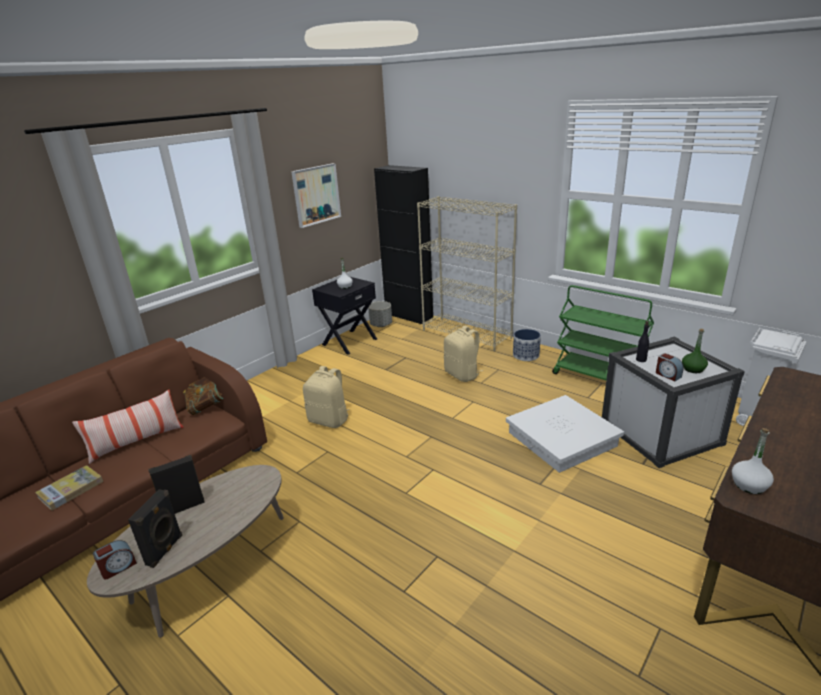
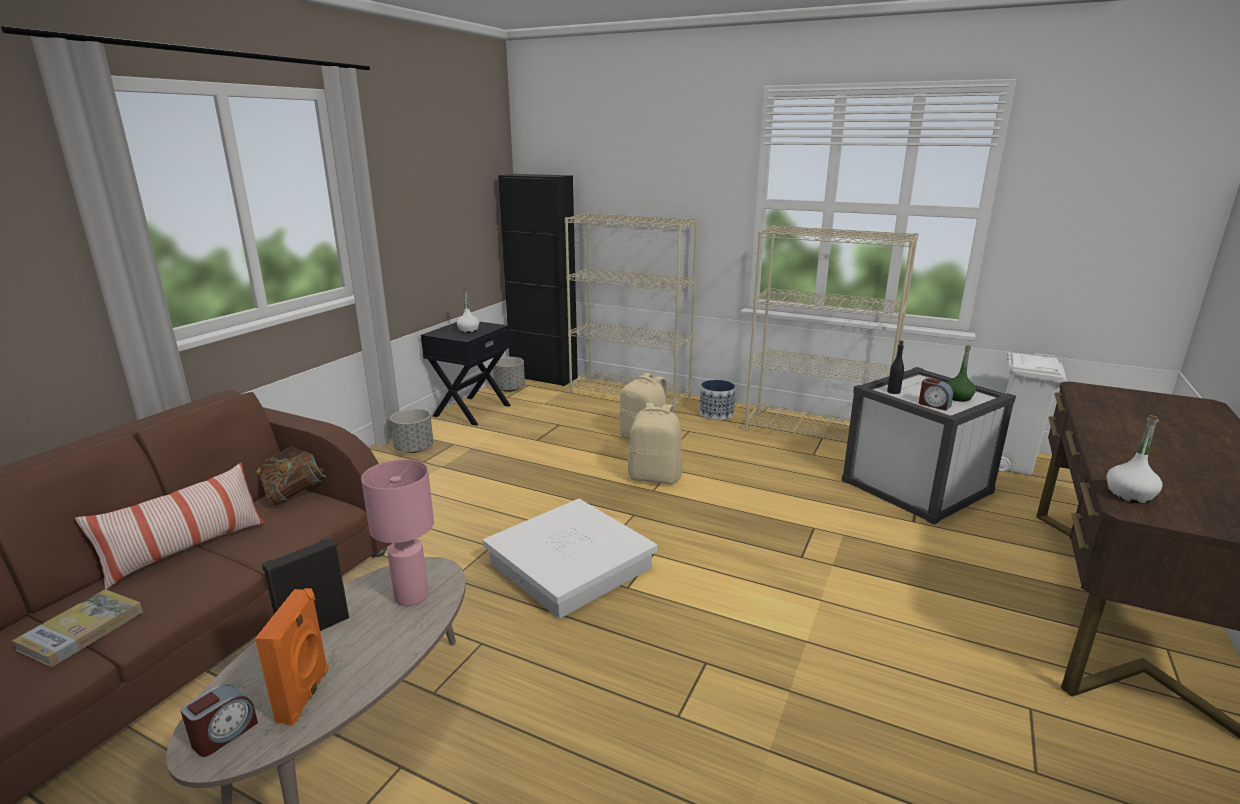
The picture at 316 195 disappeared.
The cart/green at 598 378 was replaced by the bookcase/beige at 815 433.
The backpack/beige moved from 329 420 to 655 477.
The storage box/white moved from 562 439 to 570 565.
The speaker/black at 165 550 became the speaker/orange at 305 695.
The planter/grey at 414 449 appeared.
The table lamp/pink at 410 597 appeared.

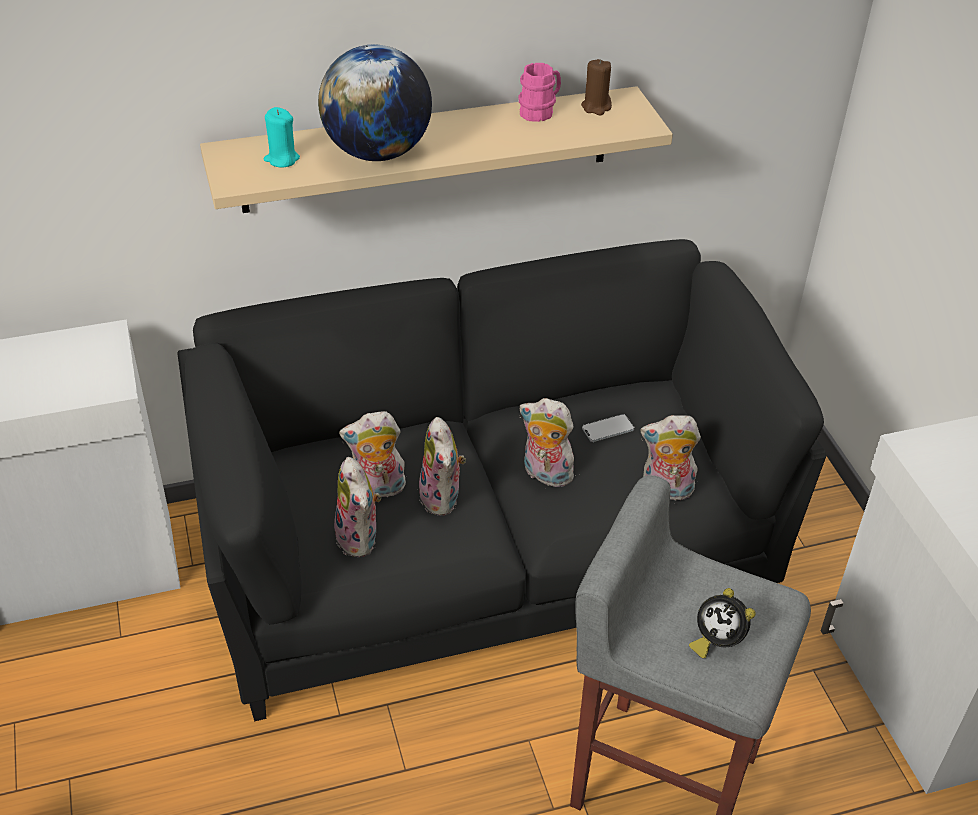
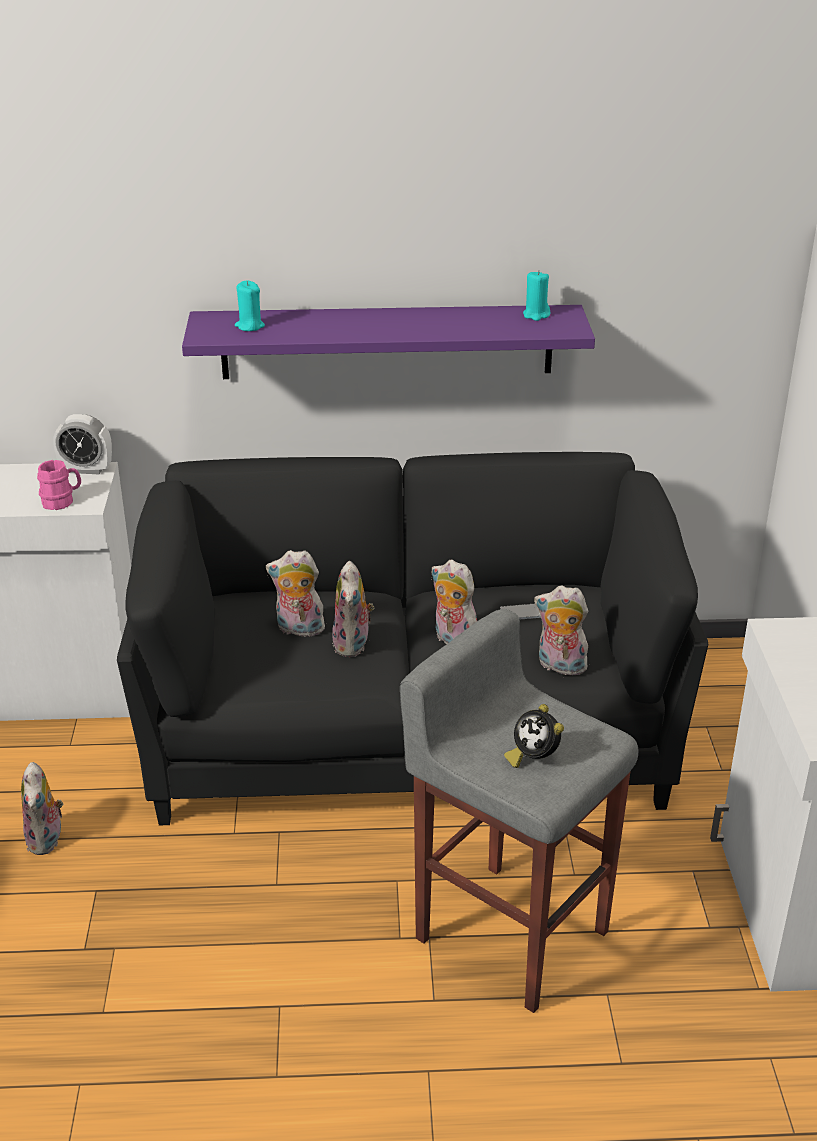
The globe at 377 152 disappeared.
The candle/brown at 596 107 became the candle/turquoise at 536 315.
The mug/pink moved from 540 111 to 62 501.
The shelf/beige at 427 150 became the shelf/purple at 387 341.
The plush toy moved from 360 539 to 47 840.
The alarm clock at 86 469 appeared.

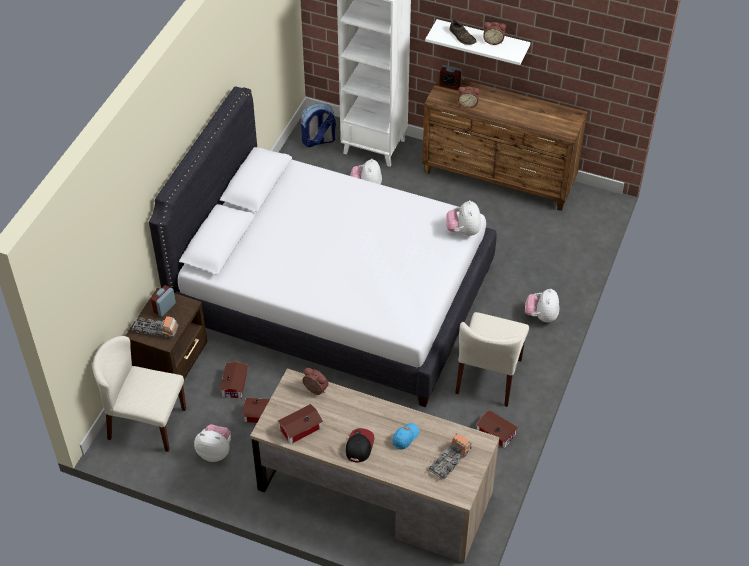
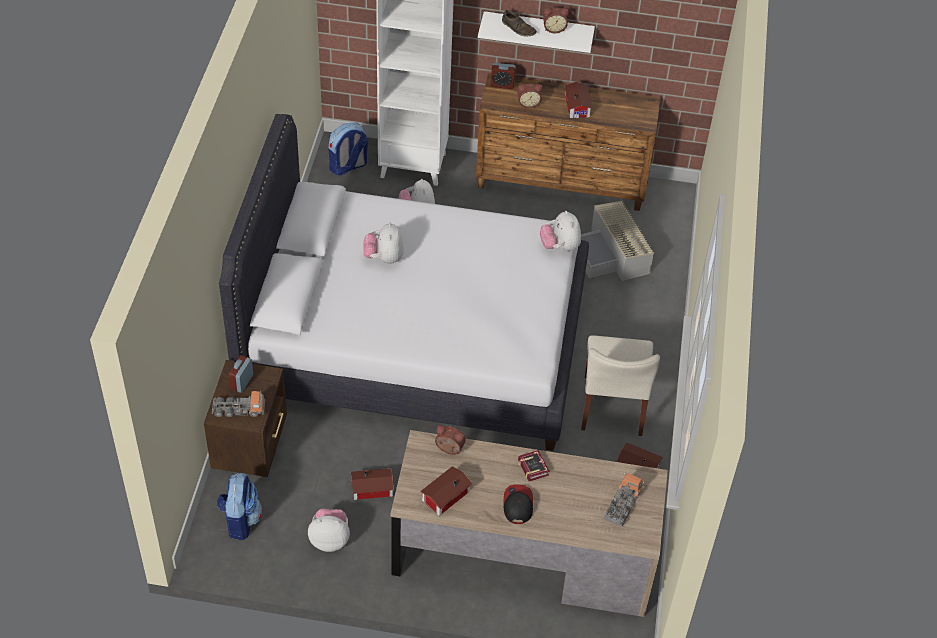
The plush toy moved from 541 316 to 384 258.
The chair/beige at 146 423 was replaced by the backpack at 240 520.
The toy house moved from 236 383 to 578 105.
The cap/blue at 405 437 disappeared.
The storage box/grey at 612 254 appeared.
The book at 533 466 appeared.

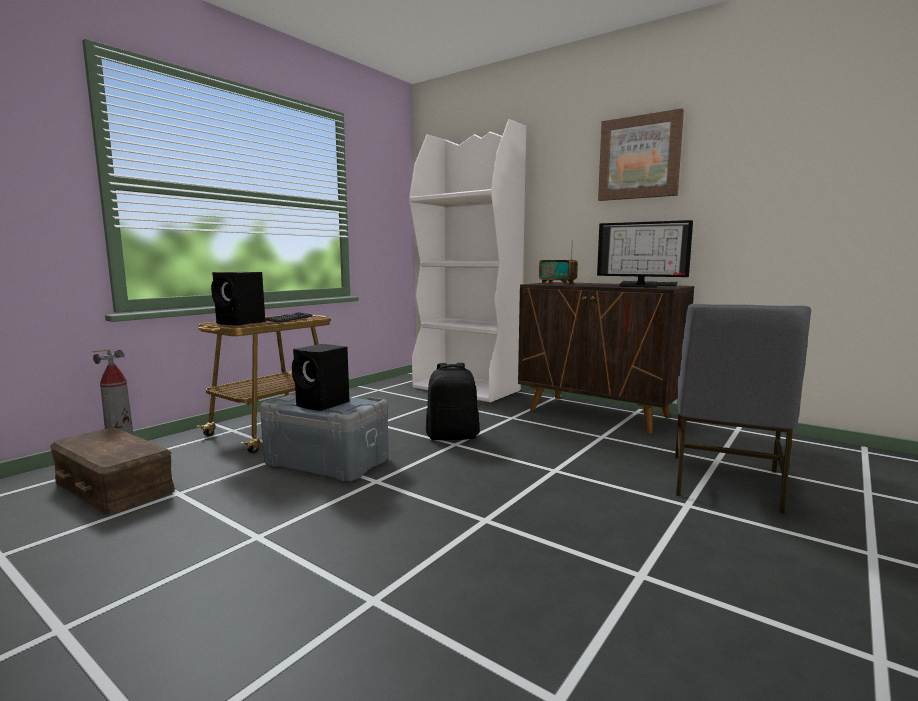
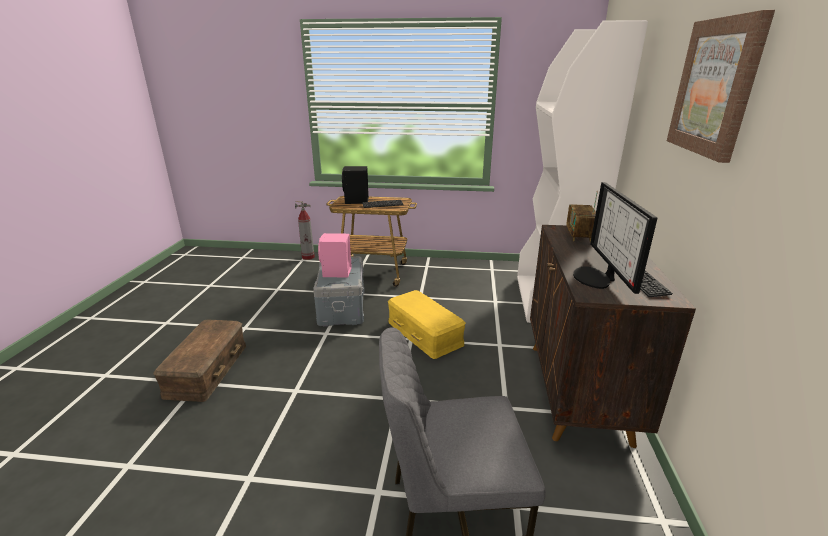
The speaker/black at 323 404 became the speaker/pink at 336 273.
The backpack/black at 452 436 was replaced by the storage box/yellow at 425 333.
The storage box/brown moved from 112 486 to 206 369.

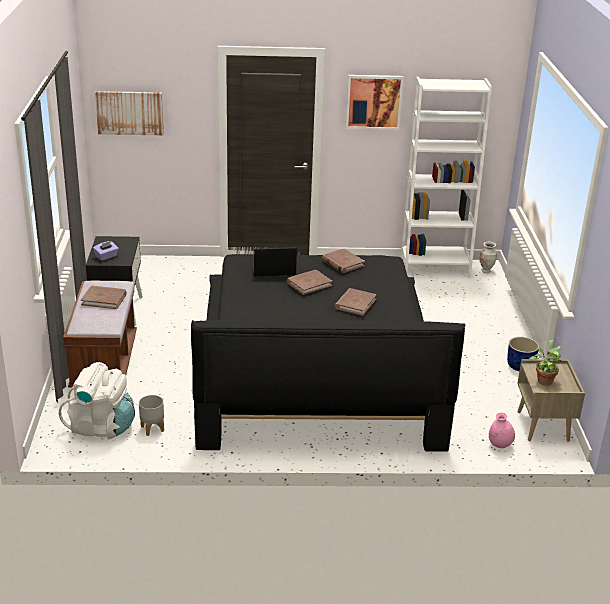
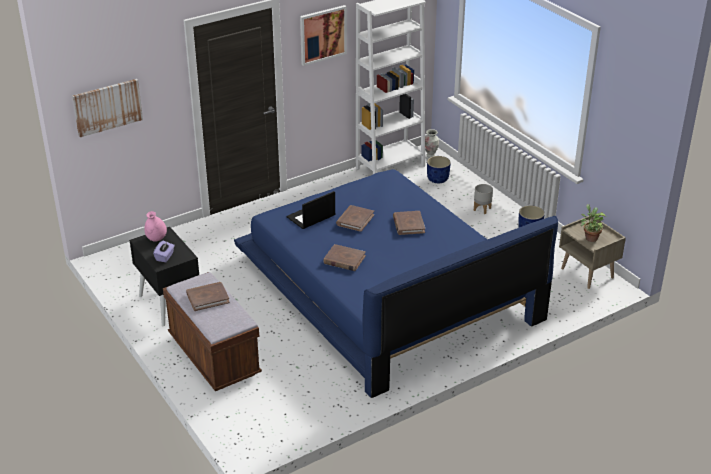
The book/brown moved from 342 263 to 344 260.
The bed/black at 316 366 became the bed/blue at 387 289.
The backpack/white at 101 426 disappeared.
The planter/grey moved from 152 429 to 482 209.
The vase/pink moved from 499 445 to 156 239.
The planter/blue at 438 179 appeared.

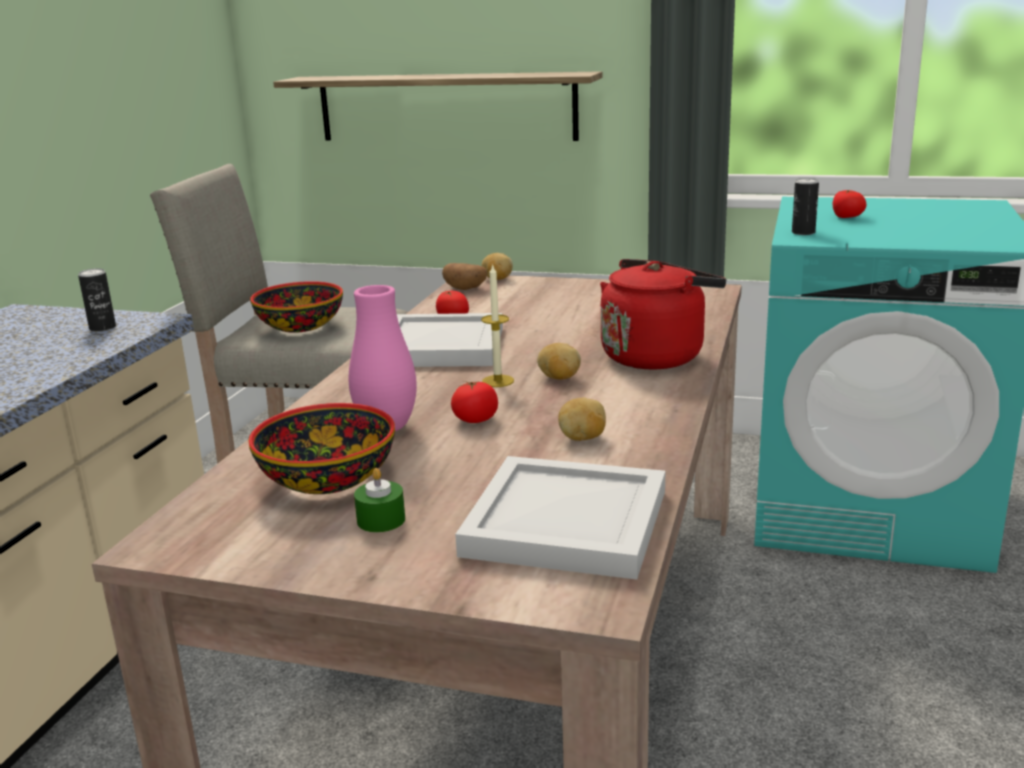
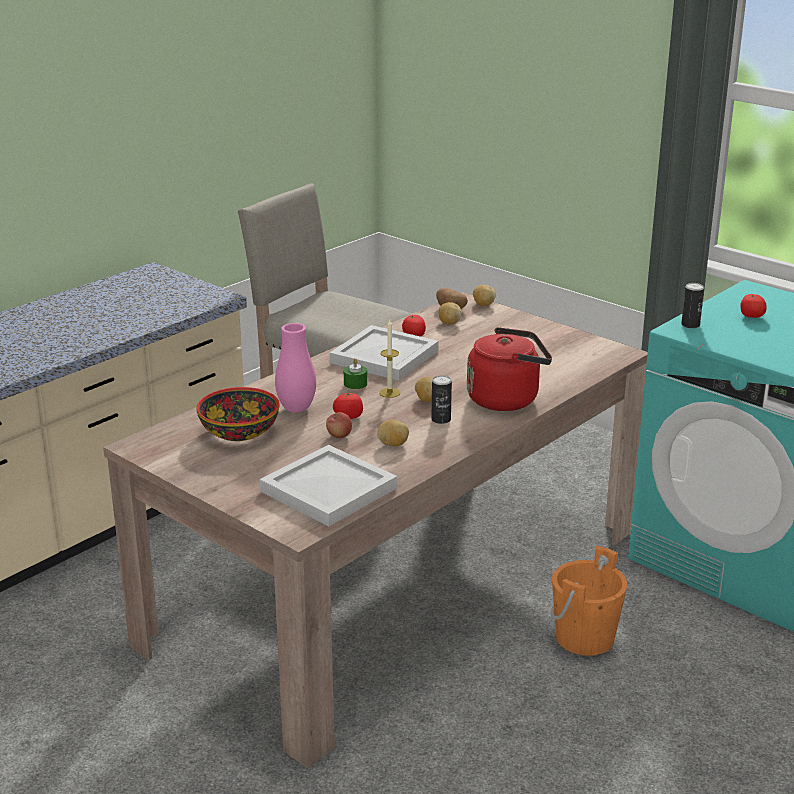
The shelf at 445 107 disappeared.
The can moved from 102 328 to 441 419.
The bowl at 300 325 disappeared.
The candle/green moved from 381 520 to 355 384.
The potato at 449 323 appeared.
The apple at 339 436 appeared.
The bucket/orange at 584 637 appeared.

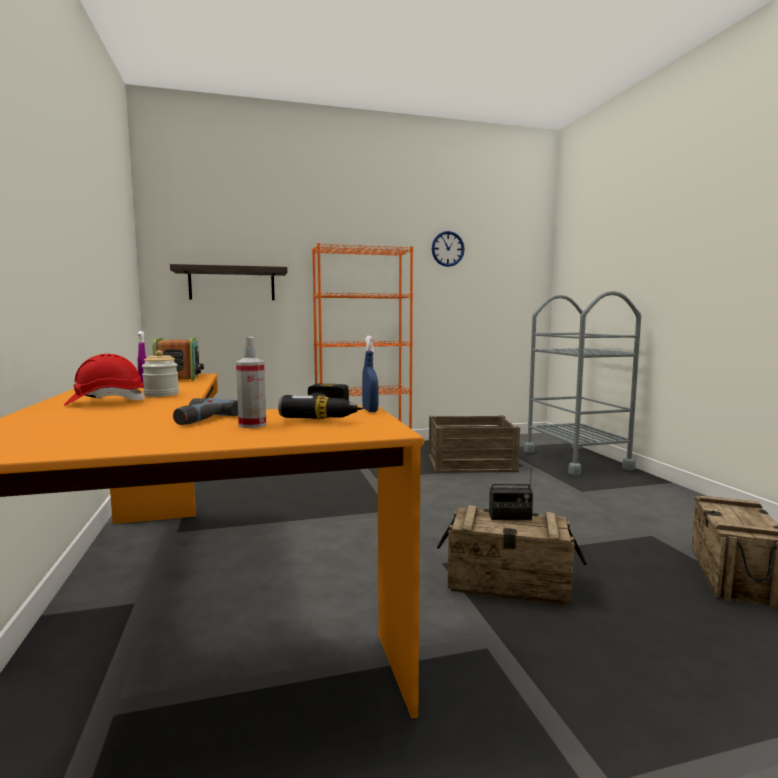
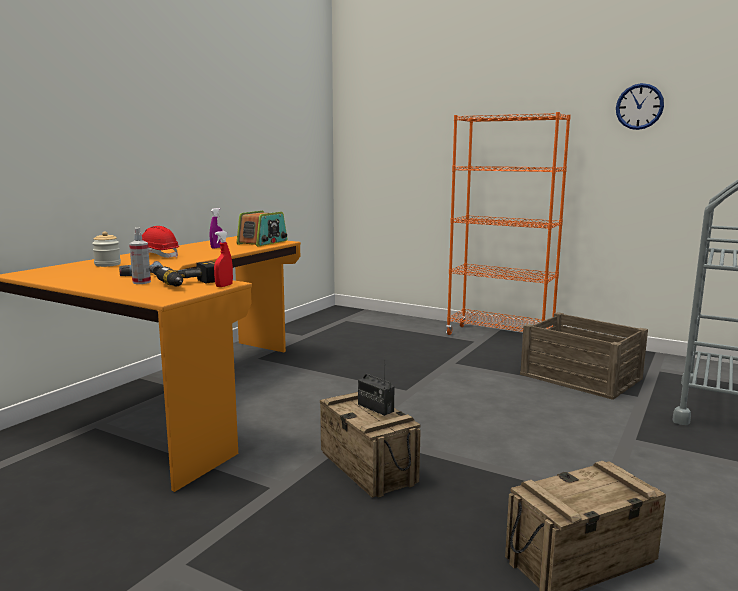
The shelf at 232 284 disappeared.
The spray bottle/blue at 370 410 became the spray bottle/red at 224 286.
The jar moved from 161 394 to 107 264.

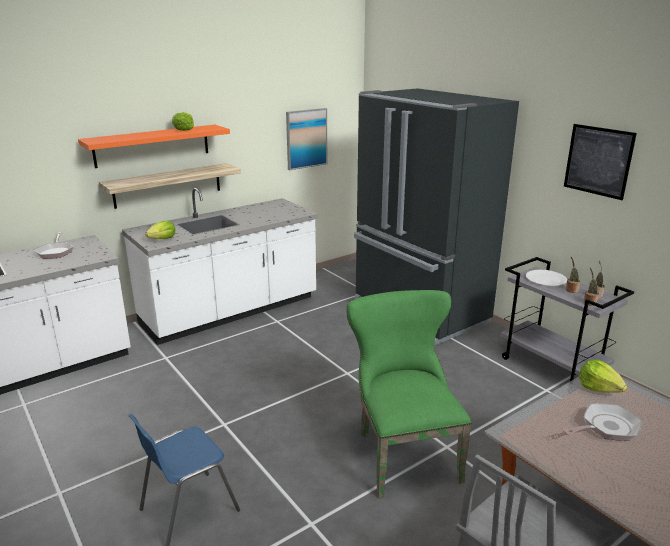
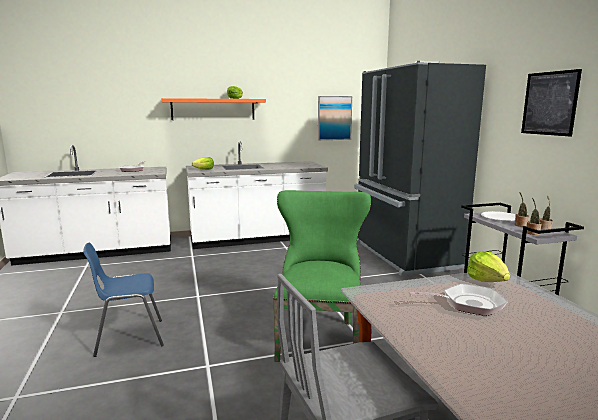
The shelf at 168 185 disappeared.

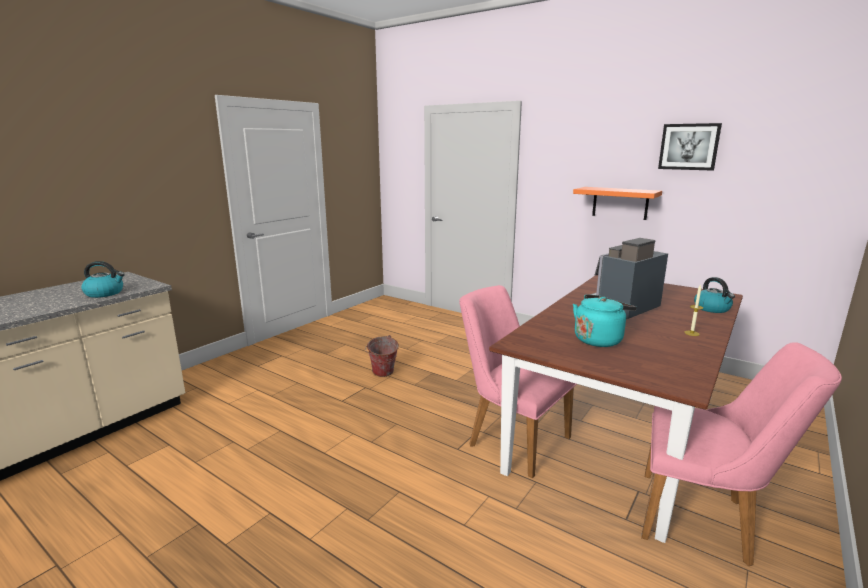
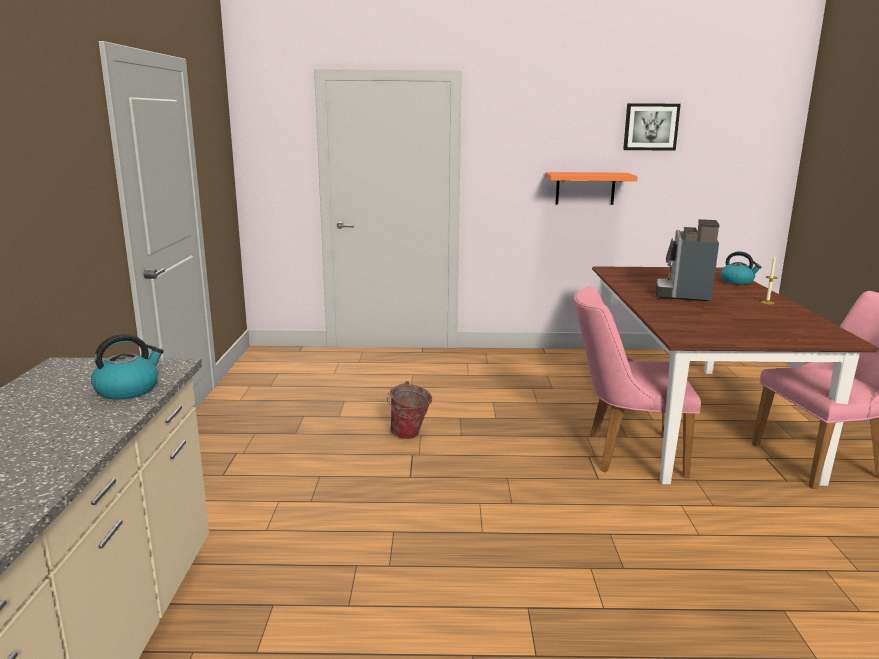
The kettle/turquoise at 599 339 disappeared.

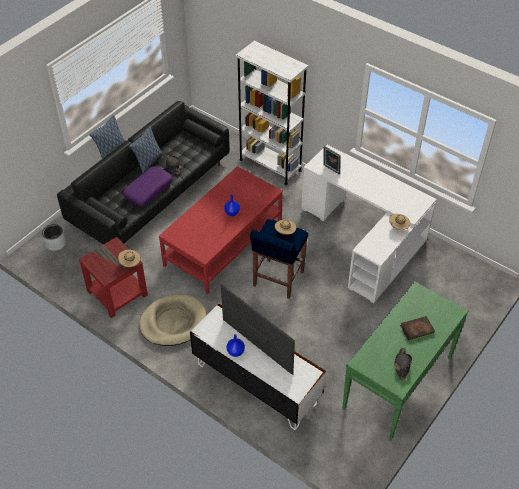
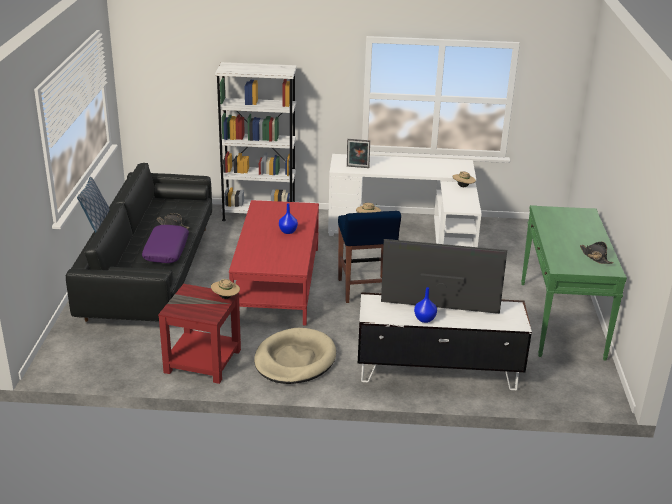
The pillow at 148 162 disappeared.
The planter/grey at 55 243 disappeared.
The book at 417 329 disappeared.

